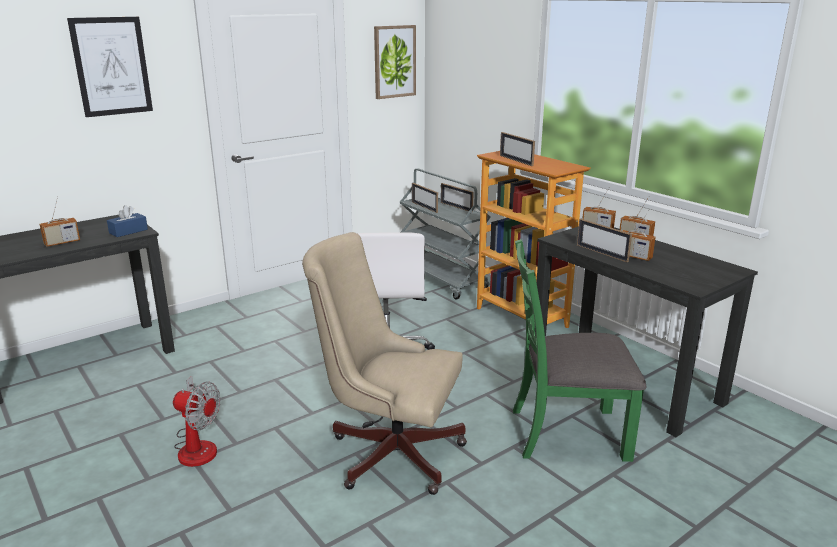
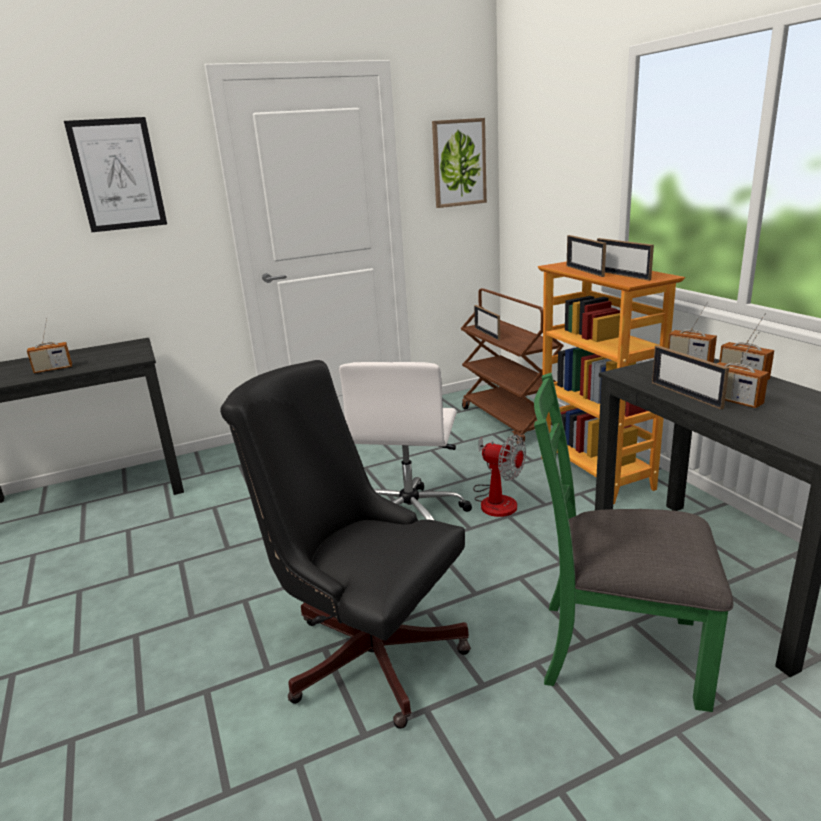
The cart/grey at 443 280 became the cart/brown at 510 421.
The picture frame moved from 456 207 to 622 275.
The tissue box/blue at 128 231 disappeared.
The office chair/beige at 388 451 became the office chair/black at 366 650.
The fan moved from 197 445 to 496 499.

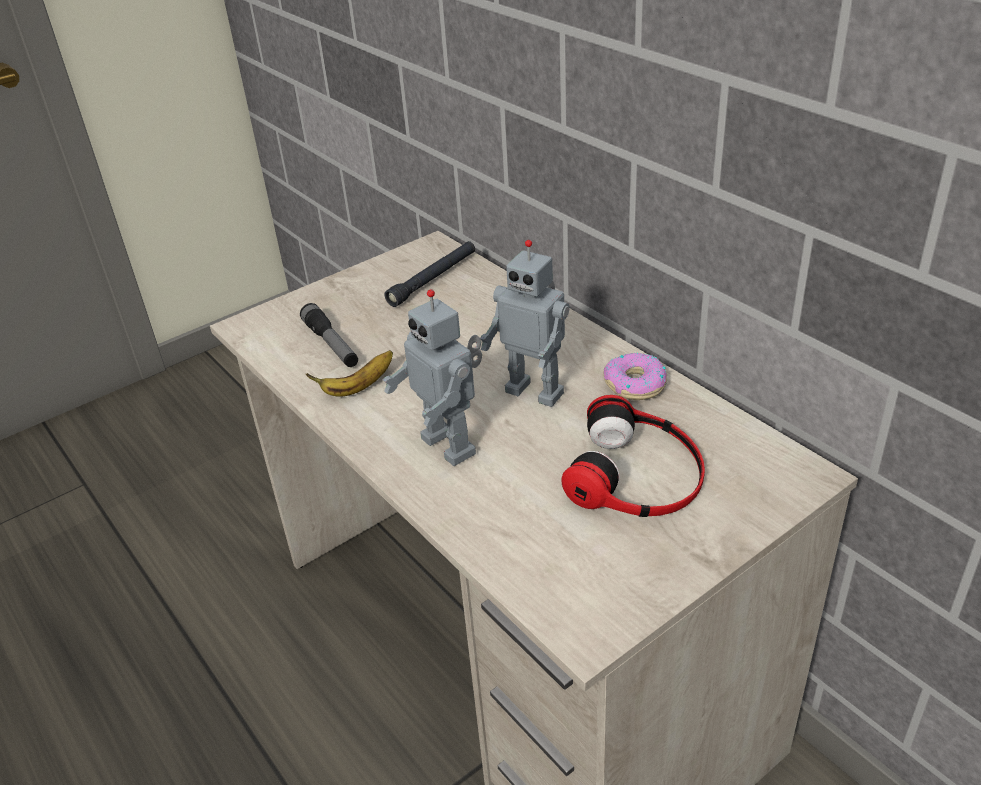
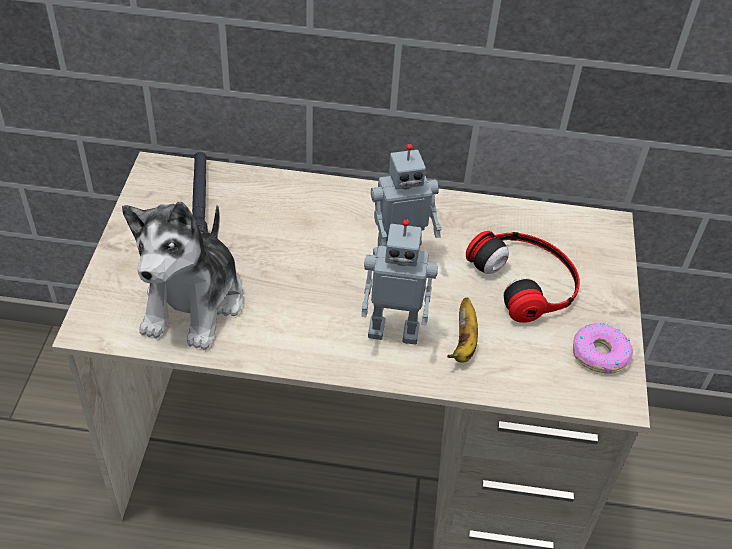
The flashlight at 331 344 was replaced by the plush toy at 194 302.
The banana moved from 358 387 to 464 342.
The donut moved from 635 384 to 599 354.

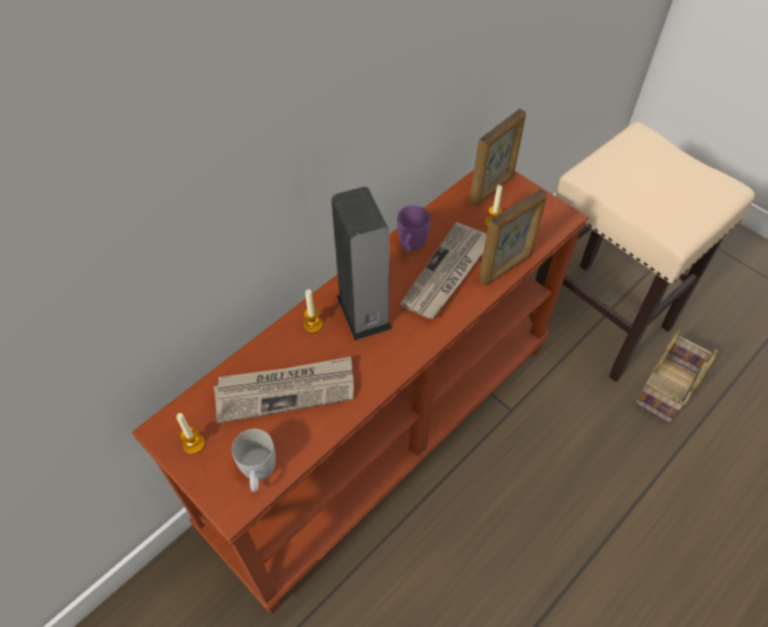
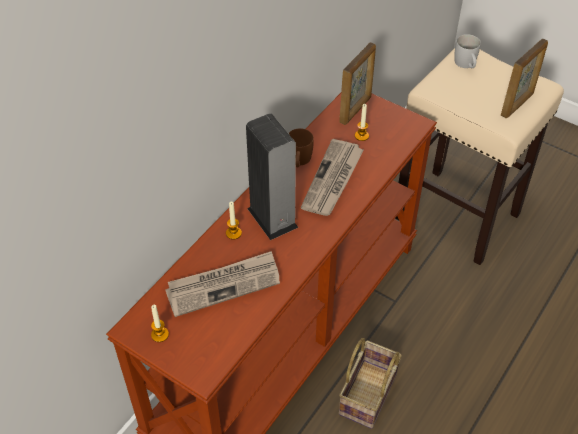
The picture frame moved from 506 268 to 517 104.
The mug/purple at 411 245 became the mug/brown at 299 161.
The basket moved from 666 391 to 368 396.
The mug/white moved from 258 472 to 466 65.

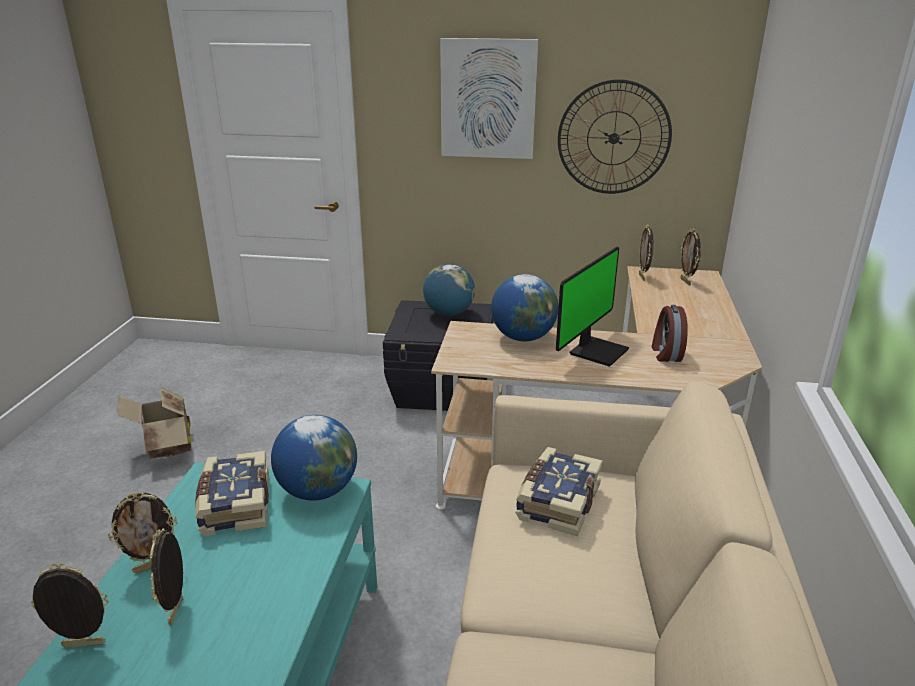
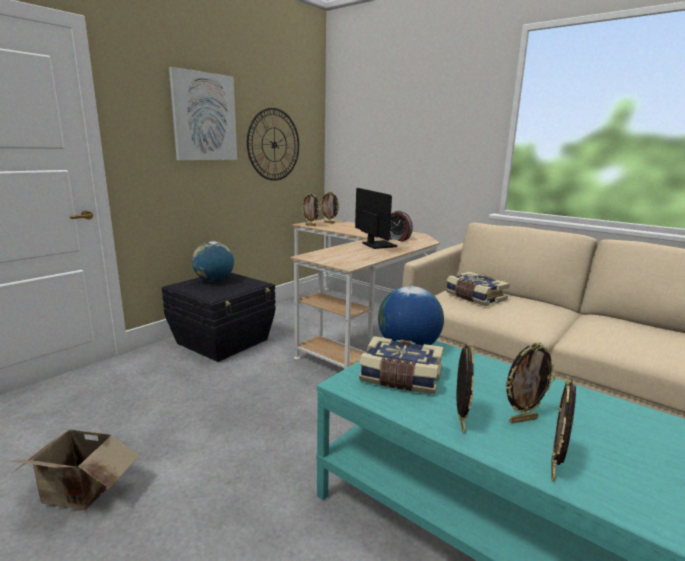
The globe at 523 337 disappeared.
The picture frame at 177 611 turned 45 degrees counterclockwise.

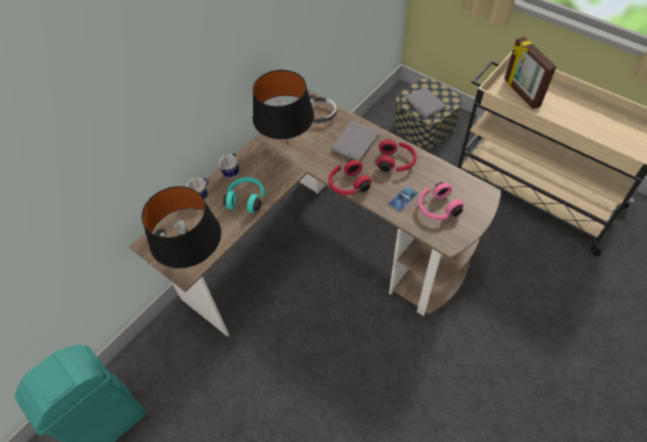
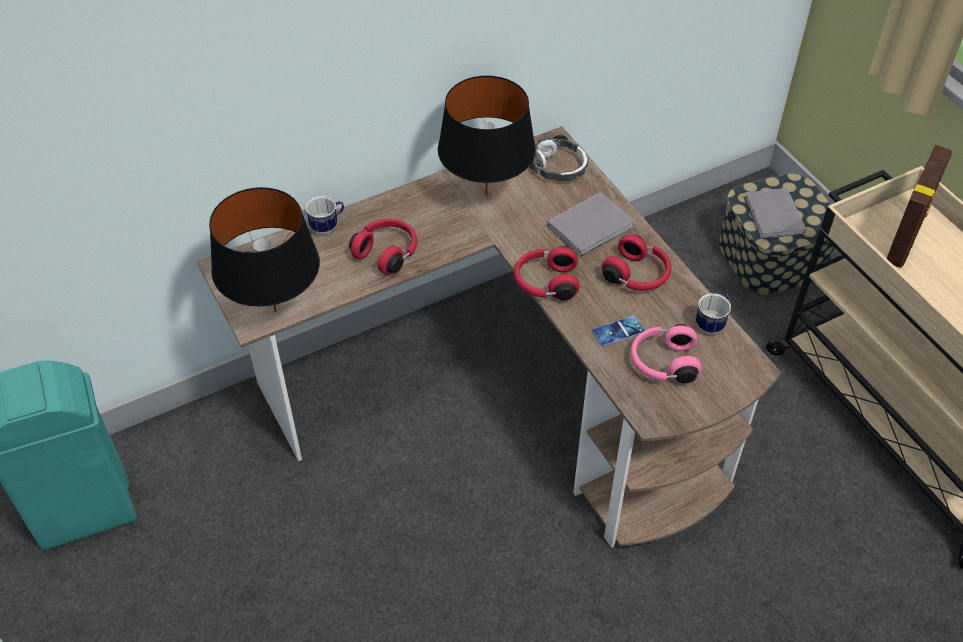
The picture frame at 520 93 turned 150 degrees counterclockwise.
The mug moved from 232 172 to 712 324.
The headphones/turquoise at 246 199 became the headphones/red at 387 252.

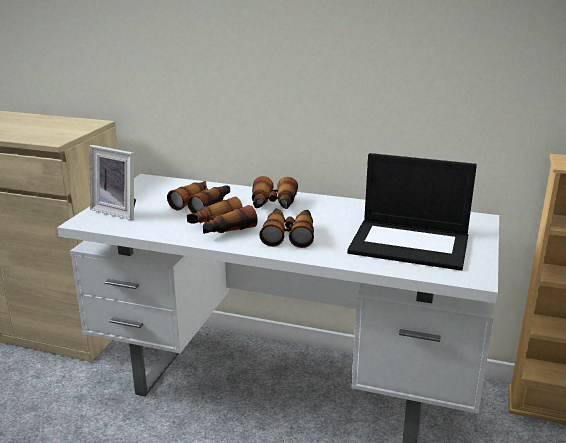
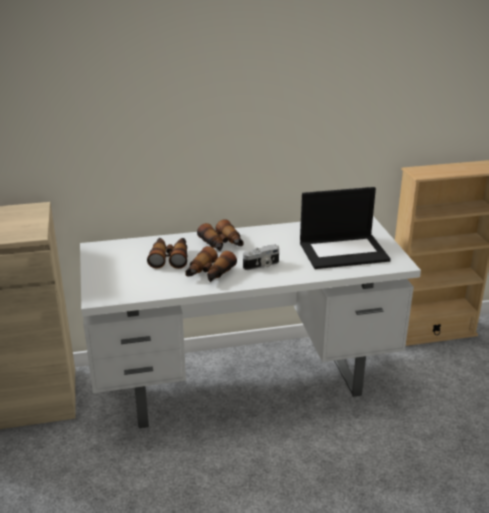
The picture frame at 118 211 disappeared.
The binoculars at 289 234 was replaced by the photo camera at 262 265.

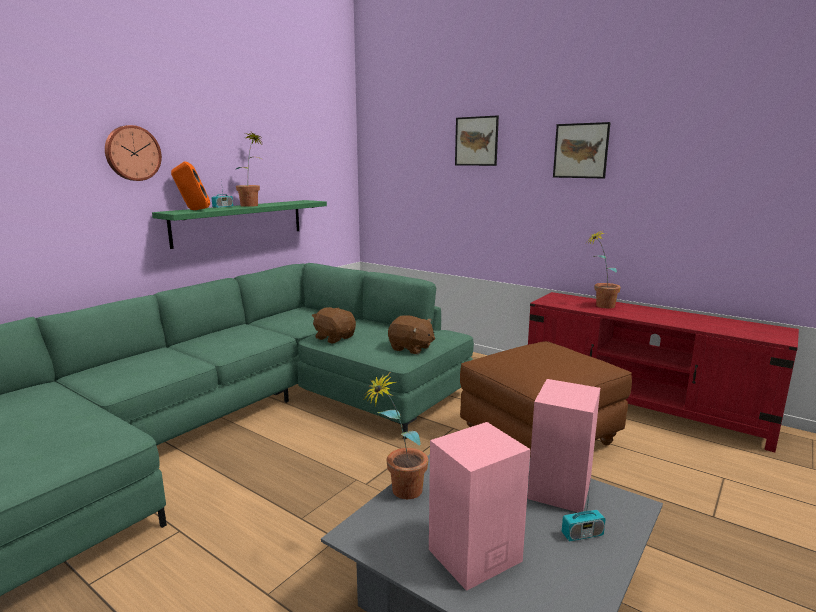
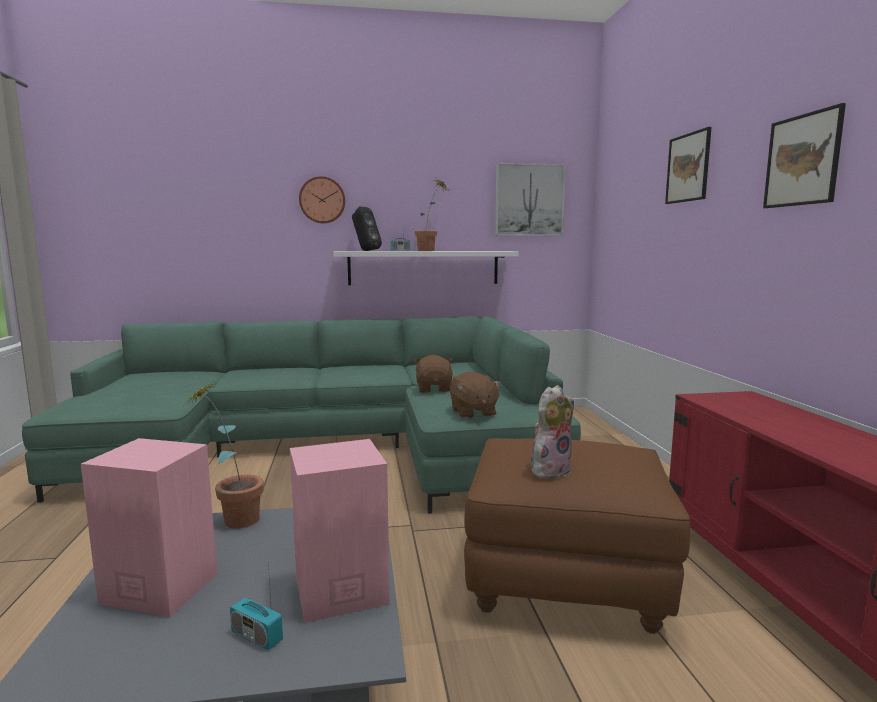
The speaker/orange at 193 210 became the speaker/black at 365 250.
The shelf/green at 240 222 became the shelf/white at 424 267.
The potted plant at 600 306 disappeared.
The picture at 529 200 appeared.
The plush toy at 550 470 appeared.

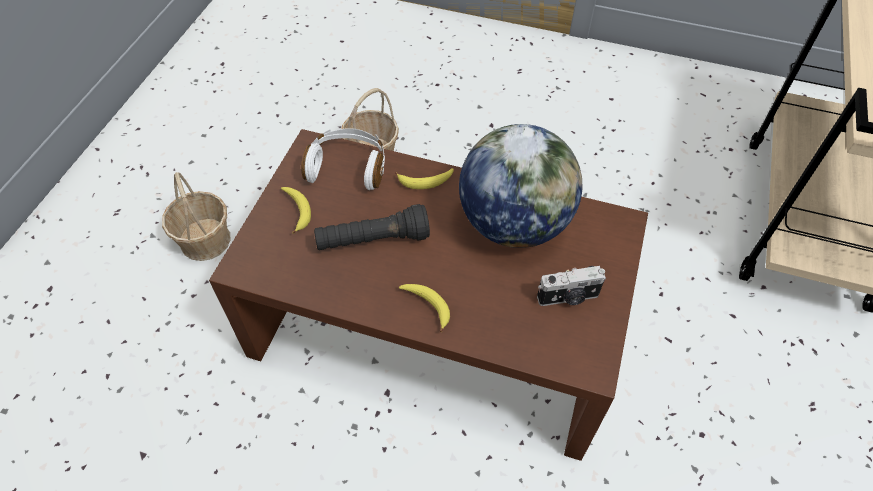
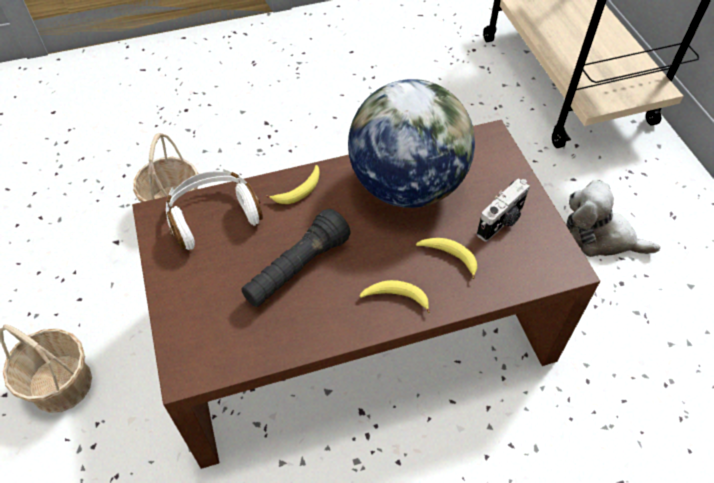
The banana moved from 297 211 to 449 257.
The plush toy at 599 237 appeared.

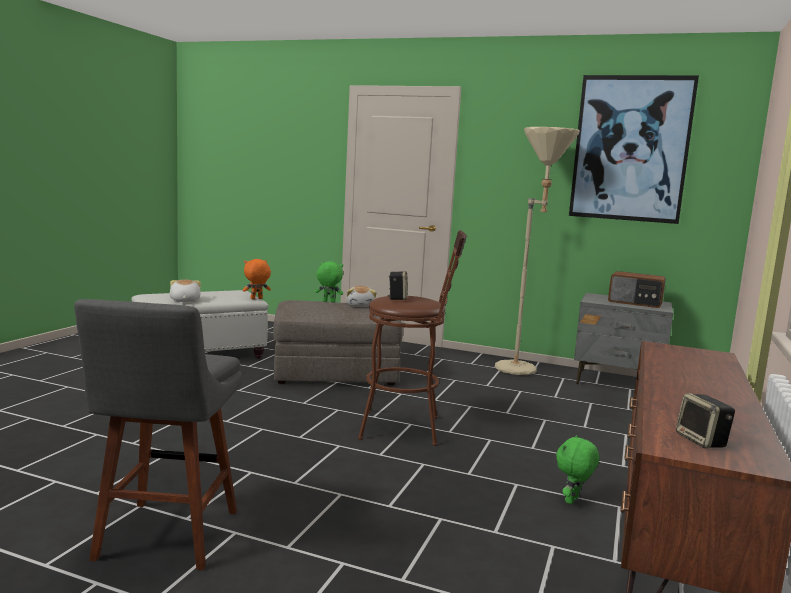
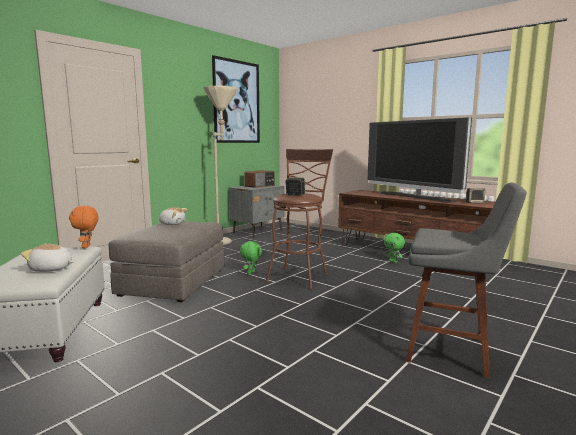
The plush toy/green moved from 328 301 to 251 273.
The television at 415 197 appeared.

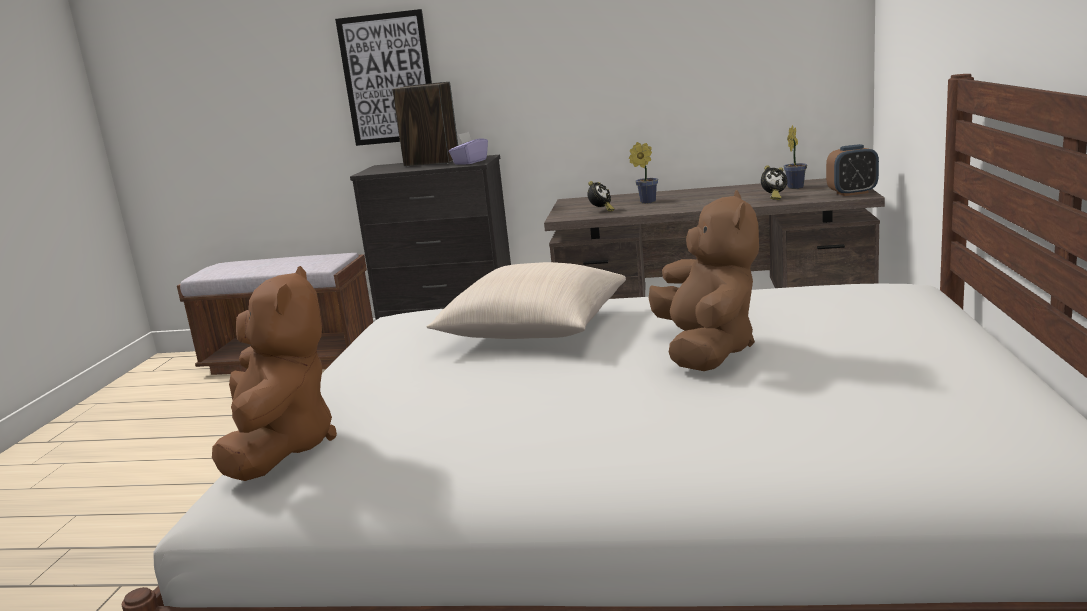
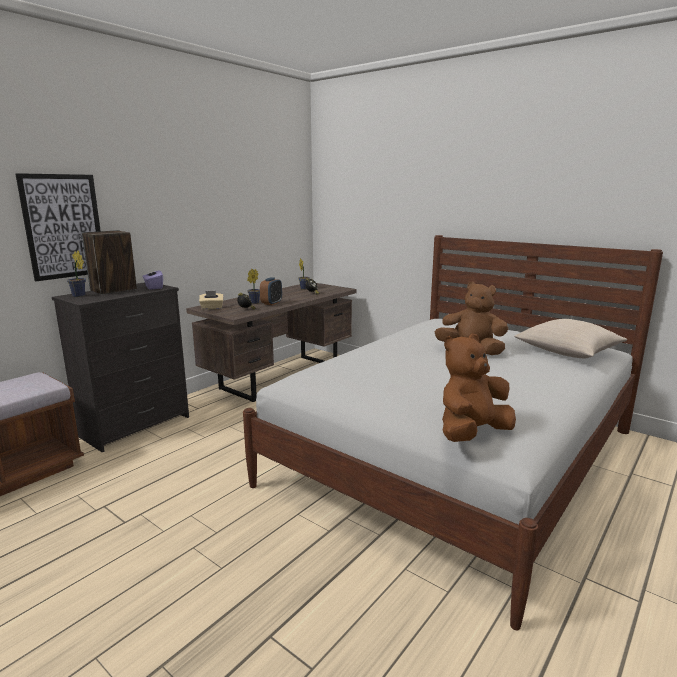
The alarm clock moved from 852 193 to 271 303.
The pillow/beige moved from 535 329 to 568 352.
The plush toy/brown at 281 448 turned 60 degrees counterclockwise.
The potted plant at 79 296 appeared.
The tissue box/beige at 212 308 appeared.

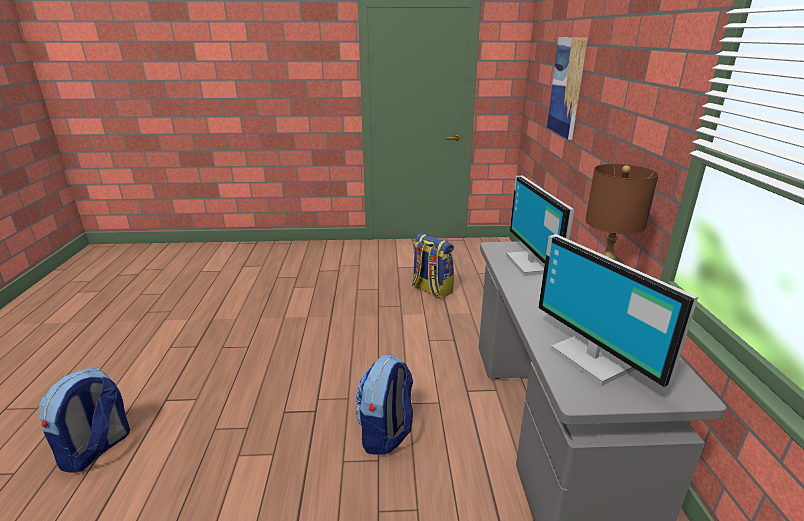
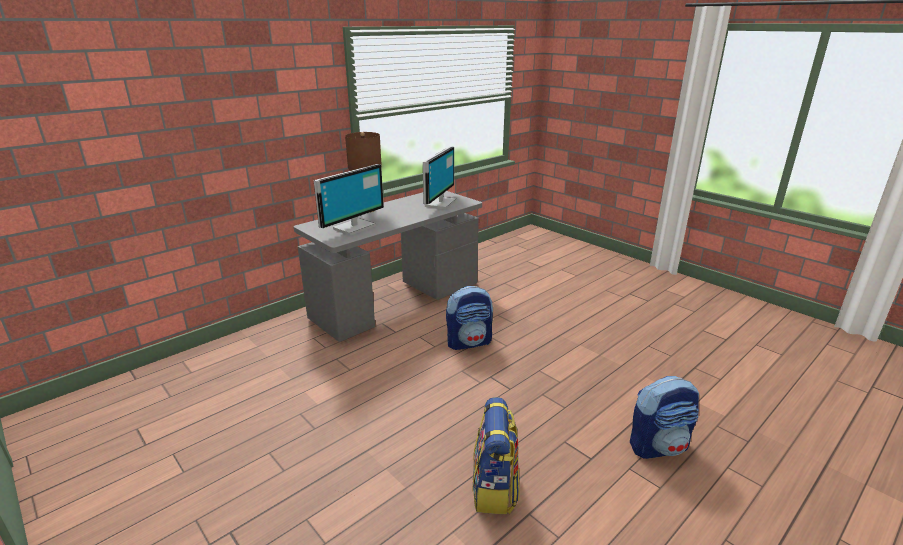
The picture at 566 87 disappeared.
The backpack moved from 431 290 to 495 489.

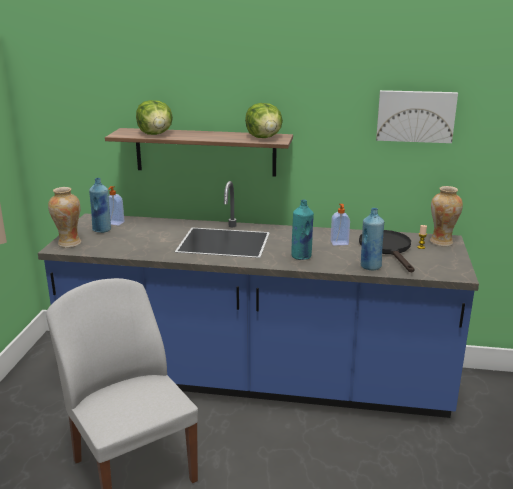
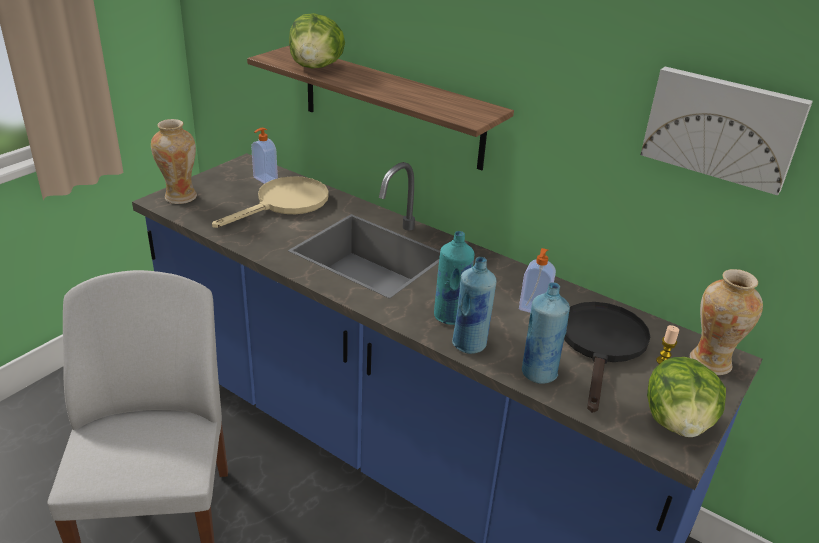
The lettuce moved from 264 137 to 678 422.
The bottle/blue moved from 102 230 to 470 344.
The frying pan/beige at 285 204 appeared.

